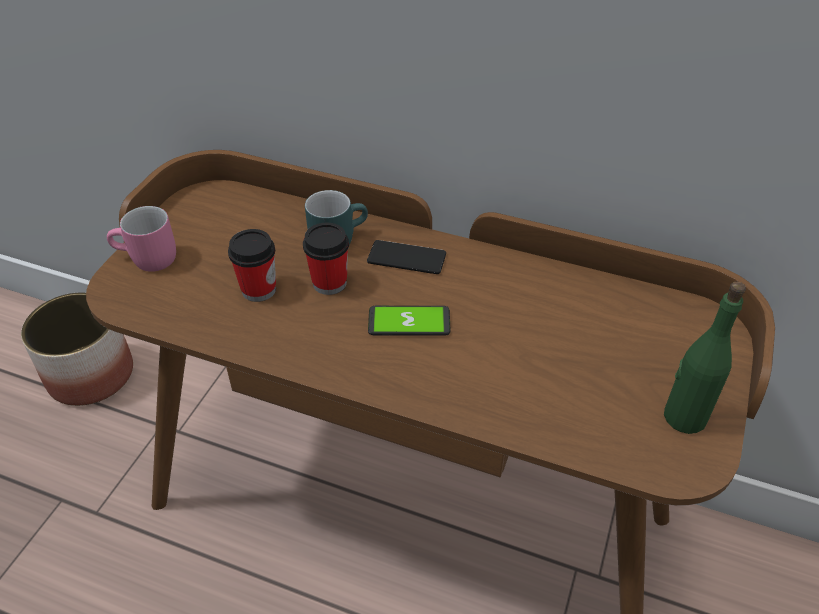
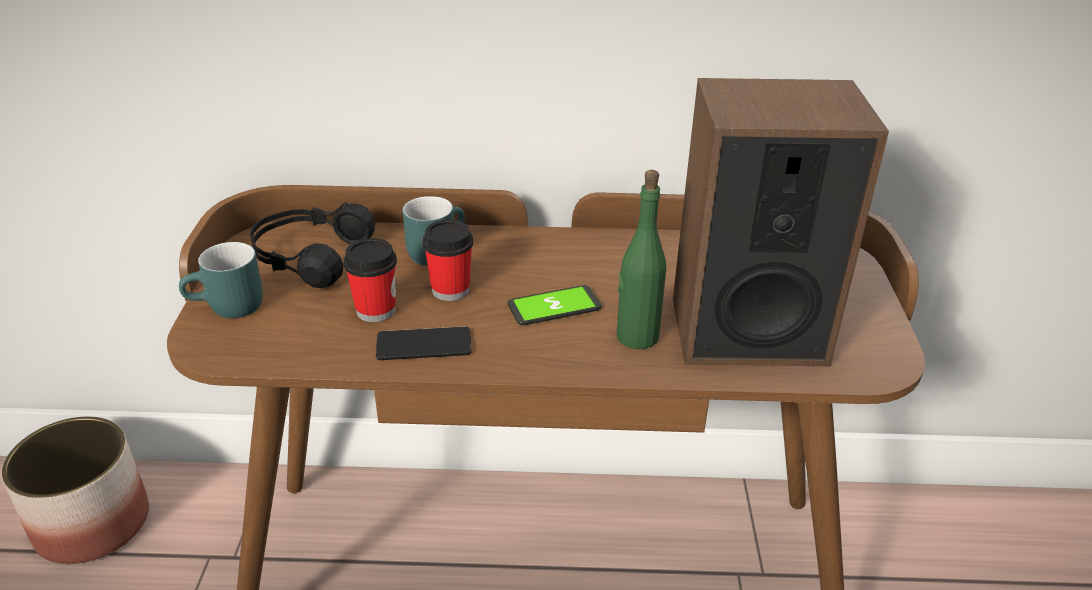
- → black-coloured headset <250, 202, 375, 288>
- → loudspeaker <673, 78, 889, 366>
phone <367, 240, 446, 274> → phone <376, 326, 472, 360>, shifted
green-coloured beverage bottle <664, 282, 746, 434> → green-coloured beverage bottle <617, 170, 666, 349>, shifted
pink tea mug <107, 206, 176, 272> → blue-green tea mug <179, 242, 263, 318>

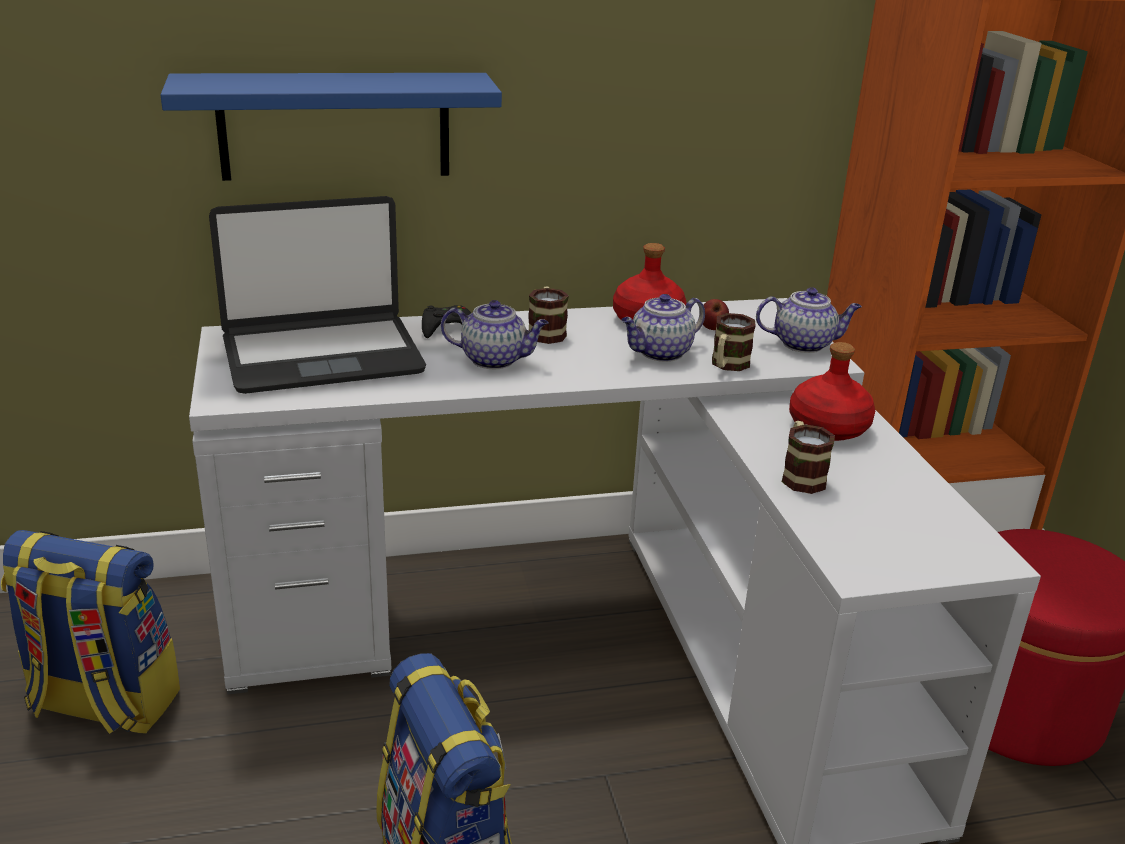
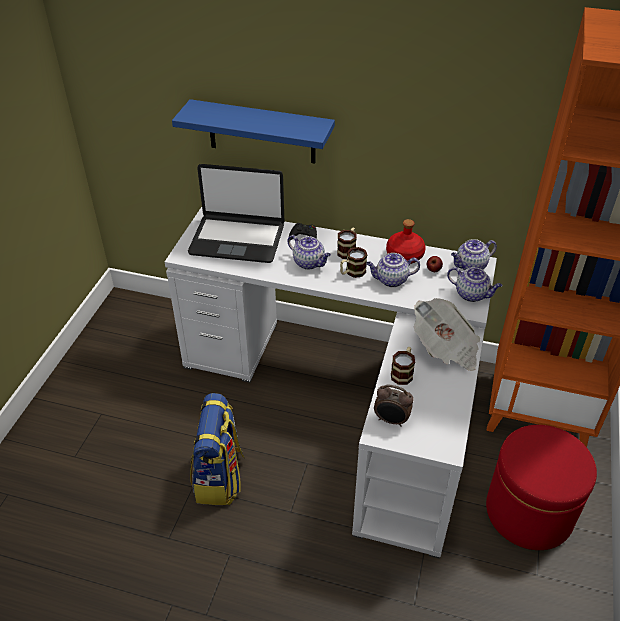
rucksack <1, 530, 180, 734> → -
- → alarm clock <374, 385, 414, 427>
- → teapot <451, 239, 497, 270>
tea mug <712, 313, 756, 371> → tea mug <340, 247, 367, 278>, shifted
red beverage bottle <789, 342, 875, 441> → newspaper <414, 298, 480, 371>

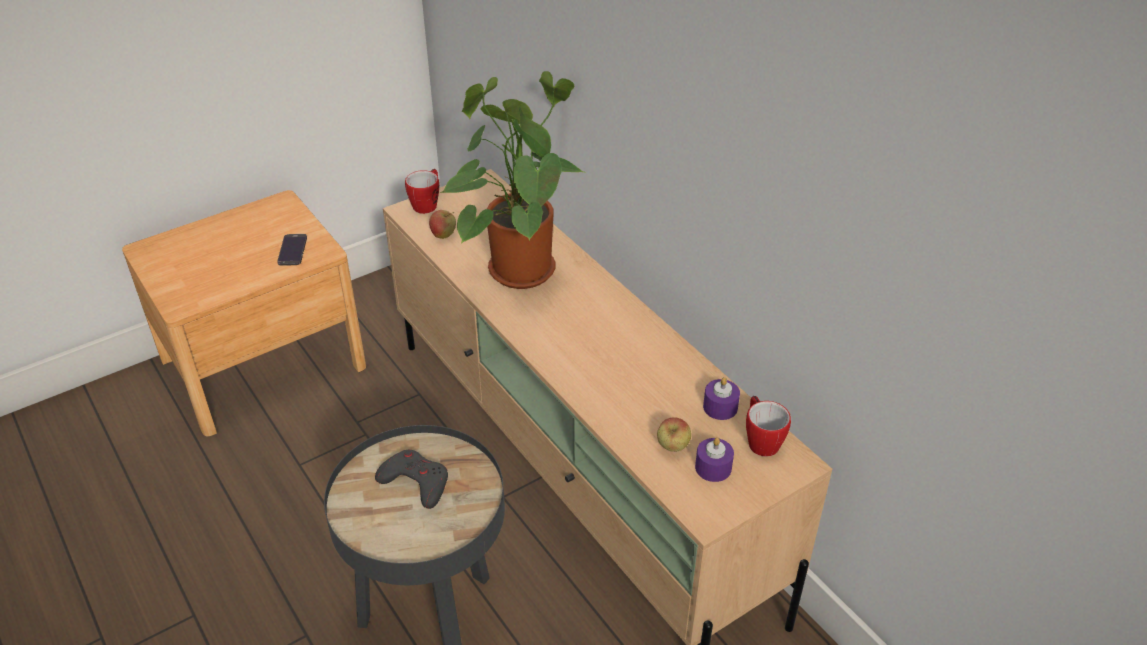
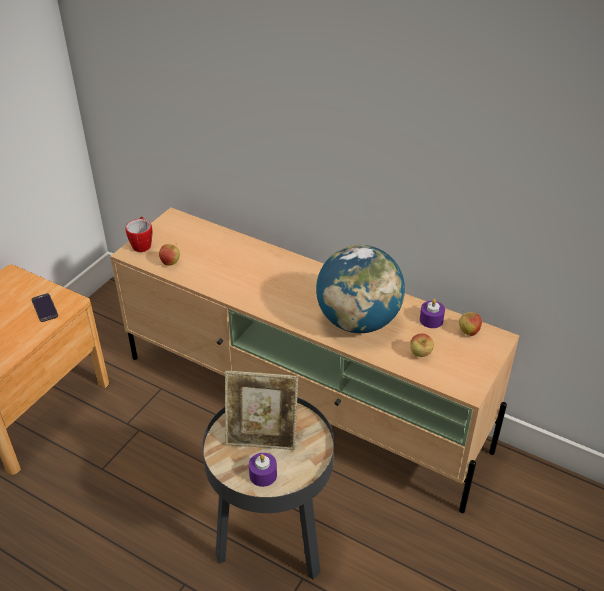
plant in a pot <440, 71, 587, 289> → -
- → globe <316, 245, 405, 333>
purple wax light <695, 437, 734, 482> → purple wax light <249, 453, 277, 487>, shifted
gray joypad <375, 450, 448, 509> → standing frame <225, 371, 298, 450>
tea mug <746, 396, 791, 457> → apple <459, 311, 482, 336>

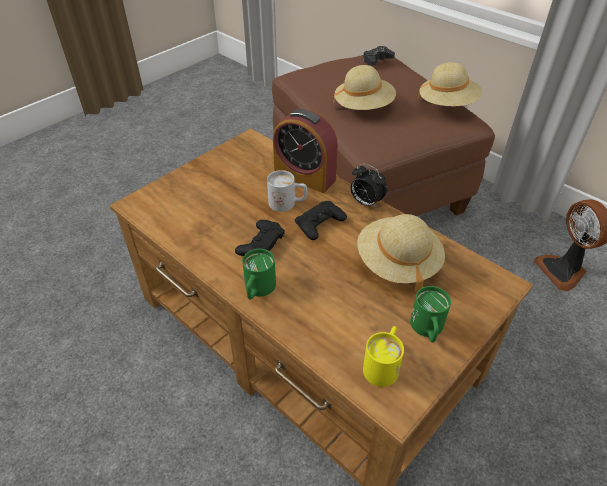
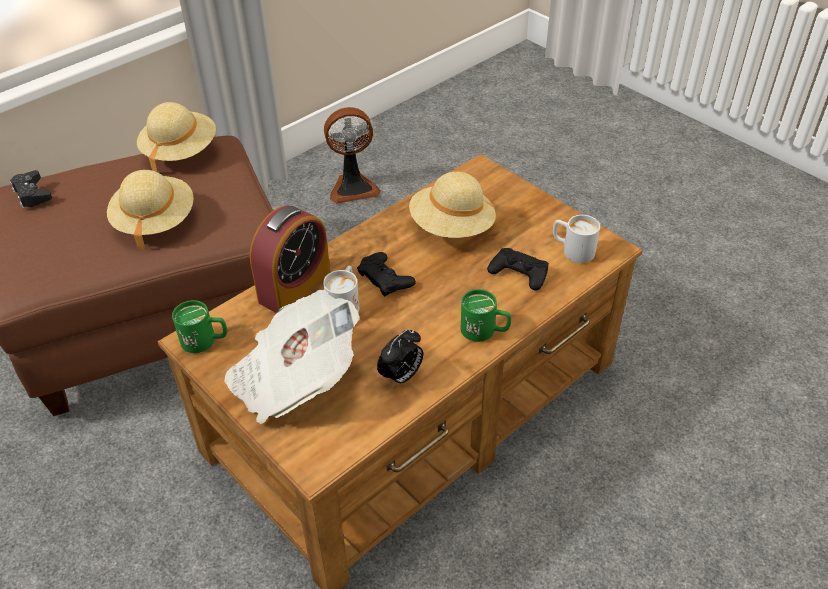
- → newspaper <224, 290, 360, 424>
black-coloured joypad <235, 220, 285, 256> → black-coloured joypad <487, 248, 549, 290>, shifted
alarm clock <351, 163, 387, 208> → alarm clock <377, 329, 423, 386>, shifted
green-coloured tea mug <410, 286, 451, 342> → green-coloured tea mug <172, 300, 227, 353>, shifted
yellowish tea mug <363, 326, 404, 387> → white-coloured tea mug <553, 215, 600, 263>

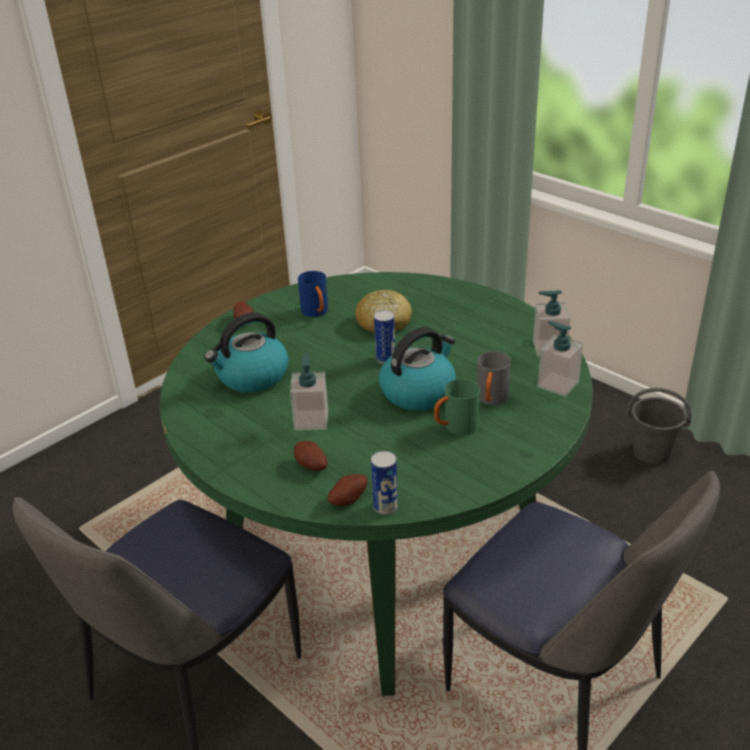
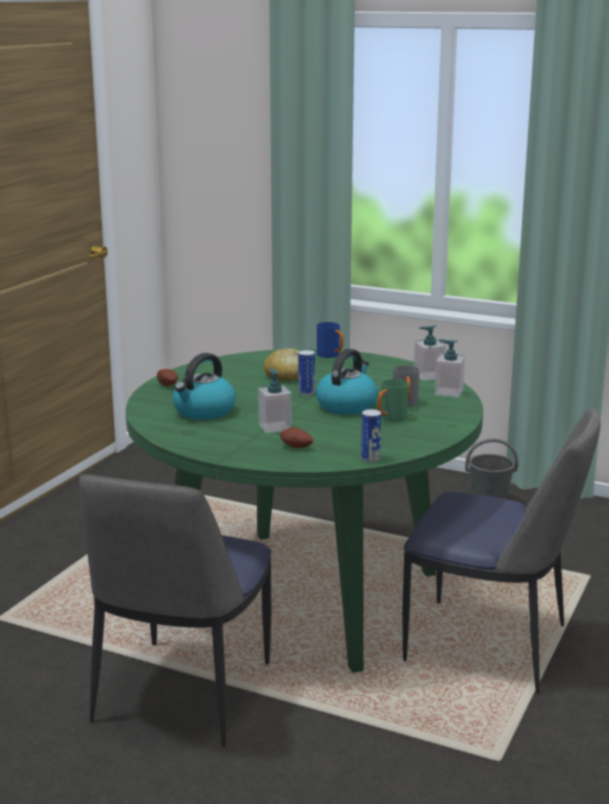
whole potato <328, 474, 368, 506> → -
blue tea mug <298, 271, 328, 317> → blue tea mug <317, 322, 343, 358>, shifted

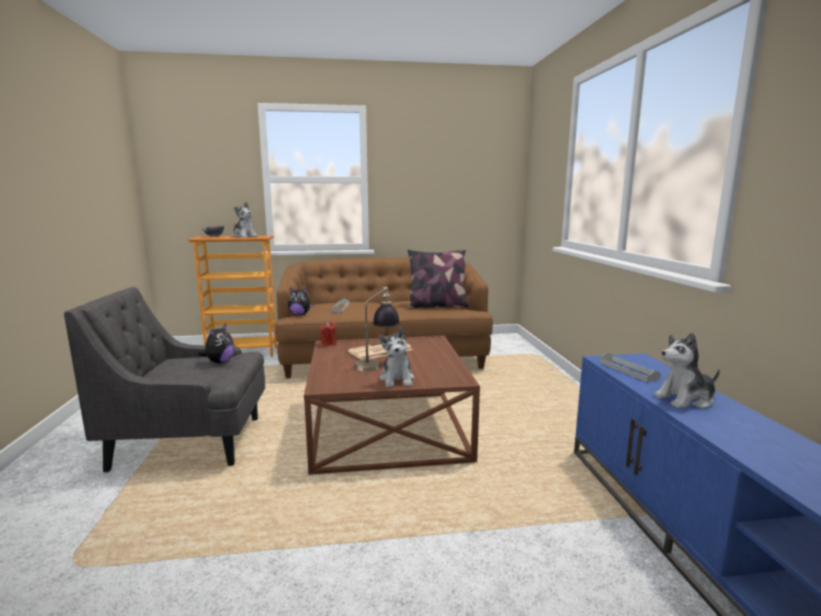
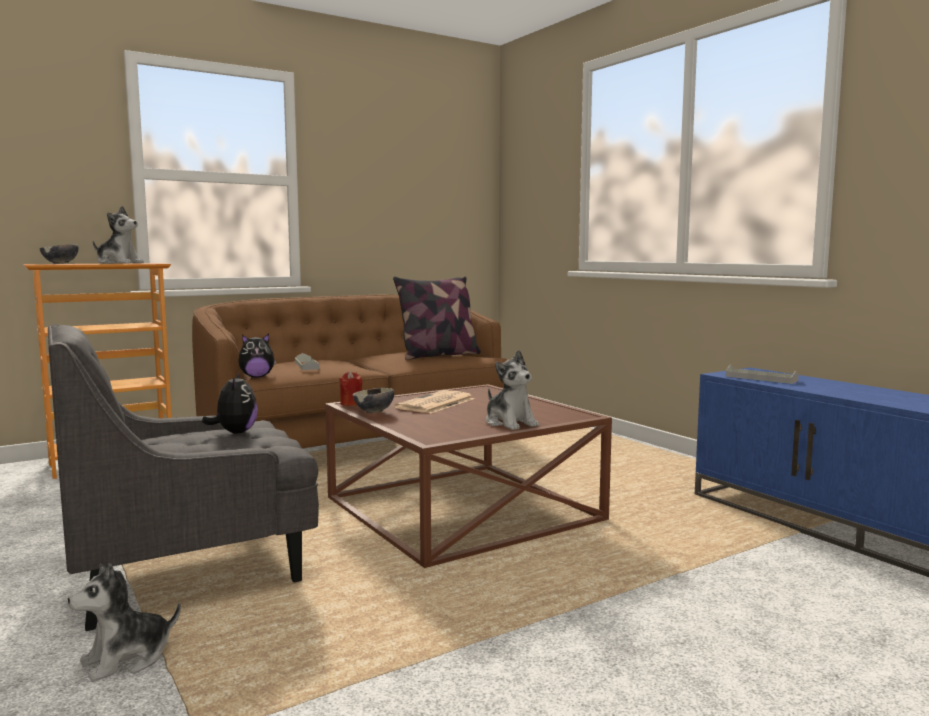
lamp for a table <354, 287, 400, 372> → -
- → deep dish <353, 388, 394, 413>
soft toy <654, 332, 720, 409> → soft toy <68, 563, 181, 682>, shifted

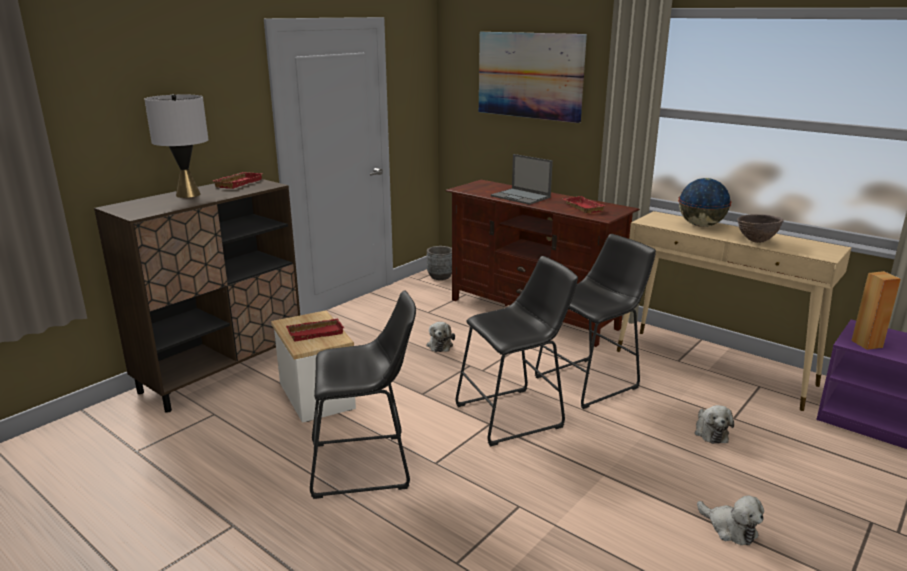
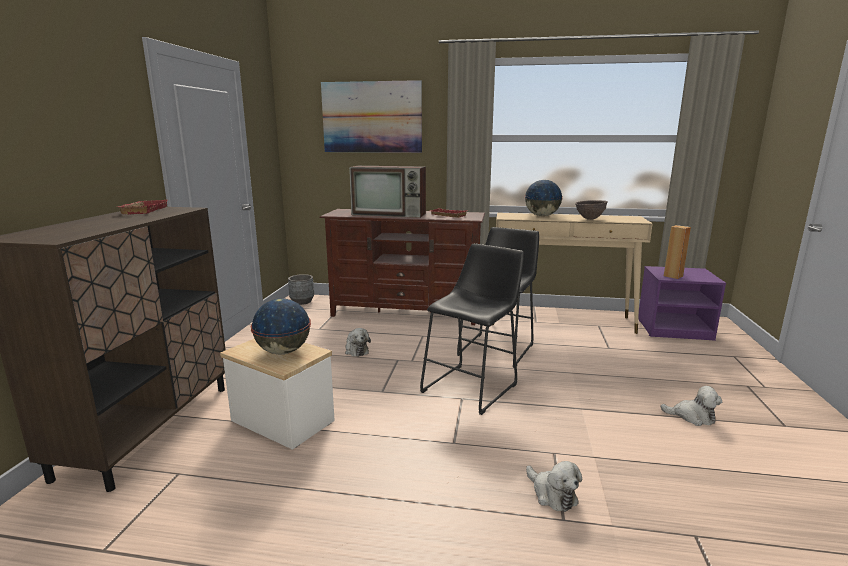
gray lamp for a table <144, 94, 209, 198> → -
black-coloured stool seat <310, 291, 416, 499> → -
soft toy <695, 405, 734, 444> → soft toy <526, 461, 582, 512>, shifted
red carrying tray <286, 319, 344, 342> → globe <251, 298, 311, 355>
laptop <491, 154, 553, 205> → television <349, 166, 426, 218>

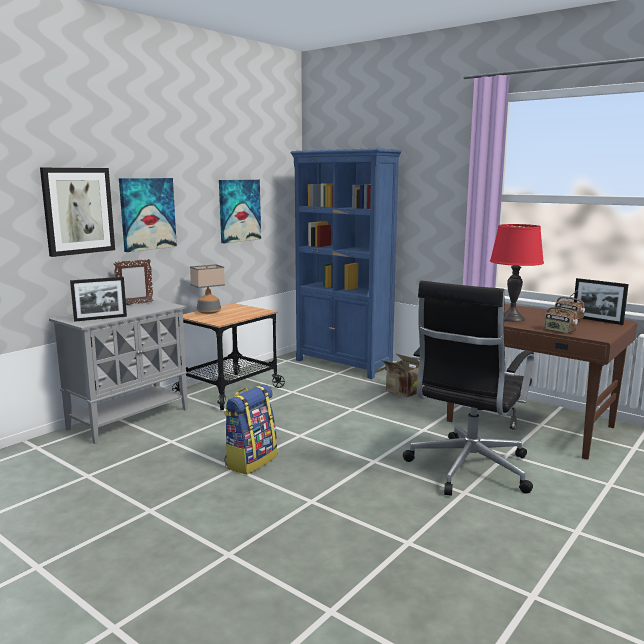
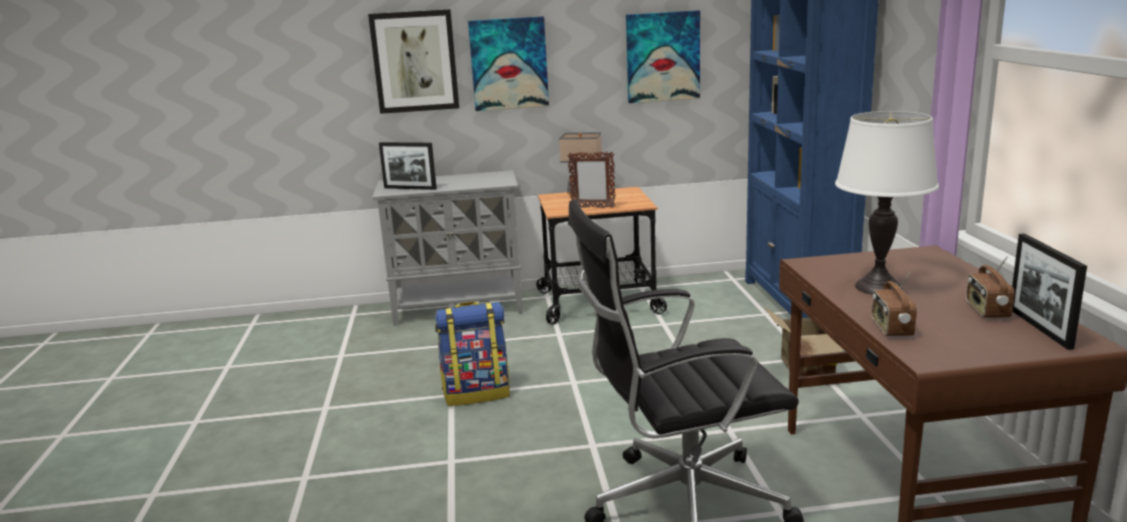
standing frame <114, 259, 154, 305> → standing frame <567, 151, 616, 208>, shifted
red lamp for a table <490, 224, 544, 322> → white-coloured lamp for a table <835, 111, 939, 295>

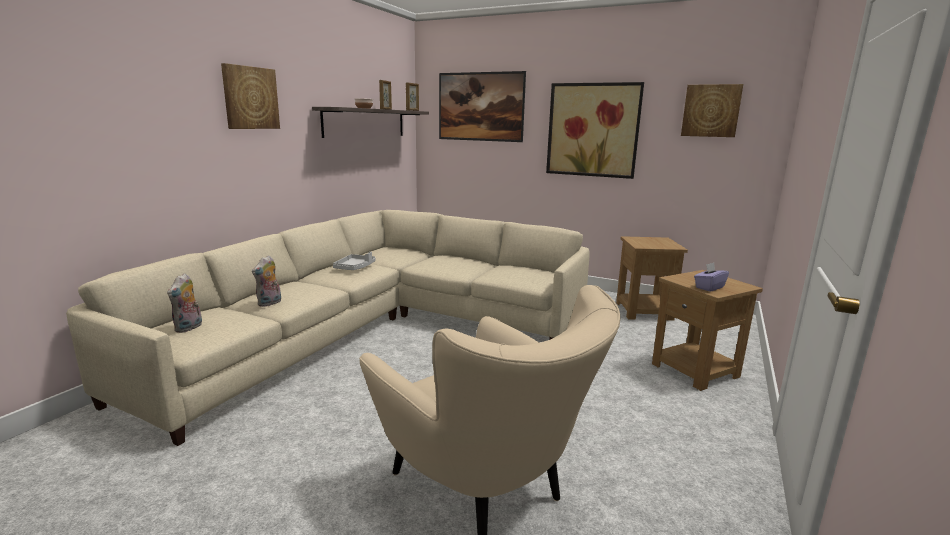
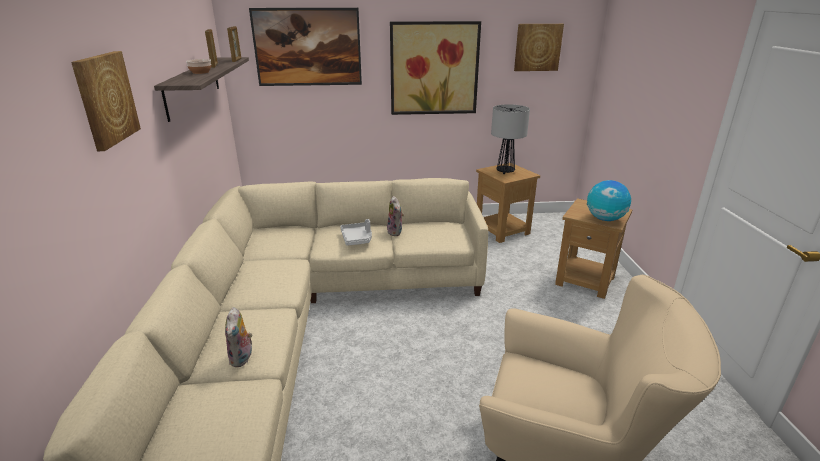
- → lamp for a table <491, 104, 530, 174>
soft toy <167, 273, 202, 333> → soft toy <387, 196, 404, 236>, shifted
gray carrying tray <333, 252, 376, 270> → gray carrying tray <340, 219, 372, 246>, shifted
purple tissue box <694, 263, 729, 292> → globe <587, 180, 631, 221>

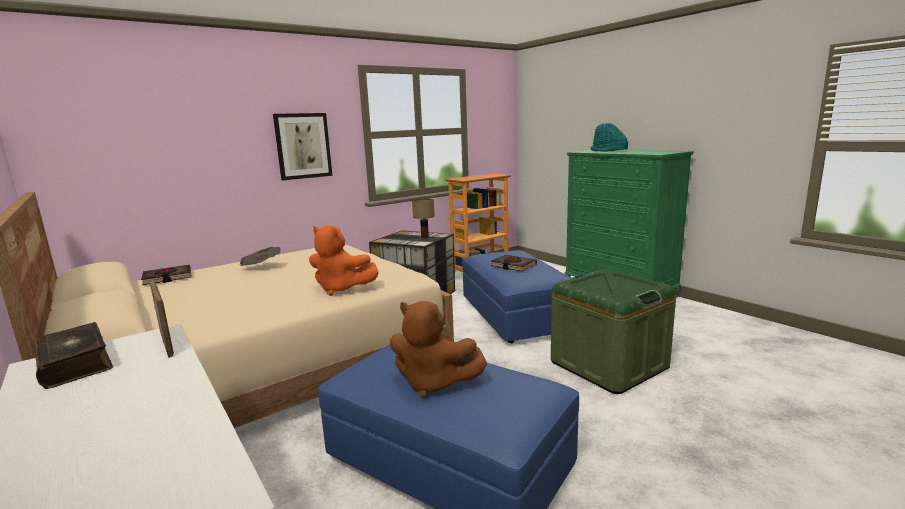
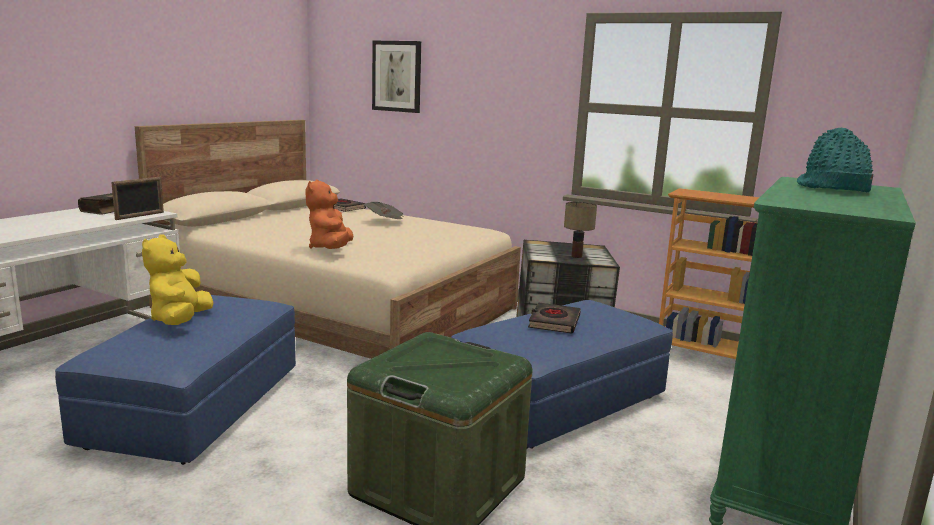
wall picture <273, 113, 332, 180> → wall picture <372, 41, 421, 113>, shifted
brownish soft toy <390, 301, 487, 398> → yellowish soft toy <142, 235, 213, 325>

